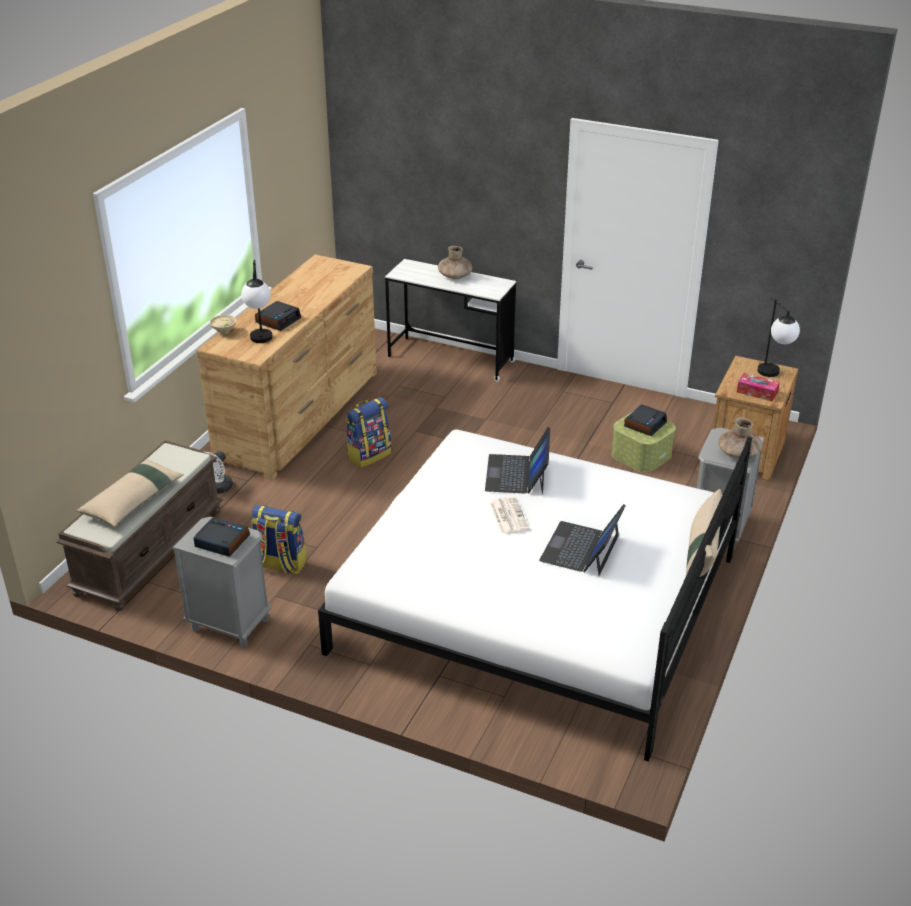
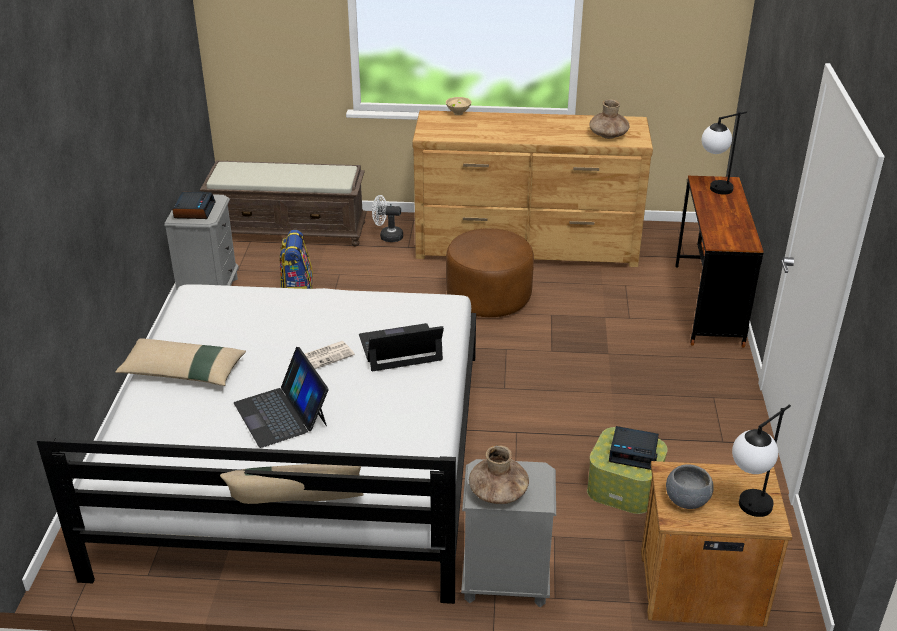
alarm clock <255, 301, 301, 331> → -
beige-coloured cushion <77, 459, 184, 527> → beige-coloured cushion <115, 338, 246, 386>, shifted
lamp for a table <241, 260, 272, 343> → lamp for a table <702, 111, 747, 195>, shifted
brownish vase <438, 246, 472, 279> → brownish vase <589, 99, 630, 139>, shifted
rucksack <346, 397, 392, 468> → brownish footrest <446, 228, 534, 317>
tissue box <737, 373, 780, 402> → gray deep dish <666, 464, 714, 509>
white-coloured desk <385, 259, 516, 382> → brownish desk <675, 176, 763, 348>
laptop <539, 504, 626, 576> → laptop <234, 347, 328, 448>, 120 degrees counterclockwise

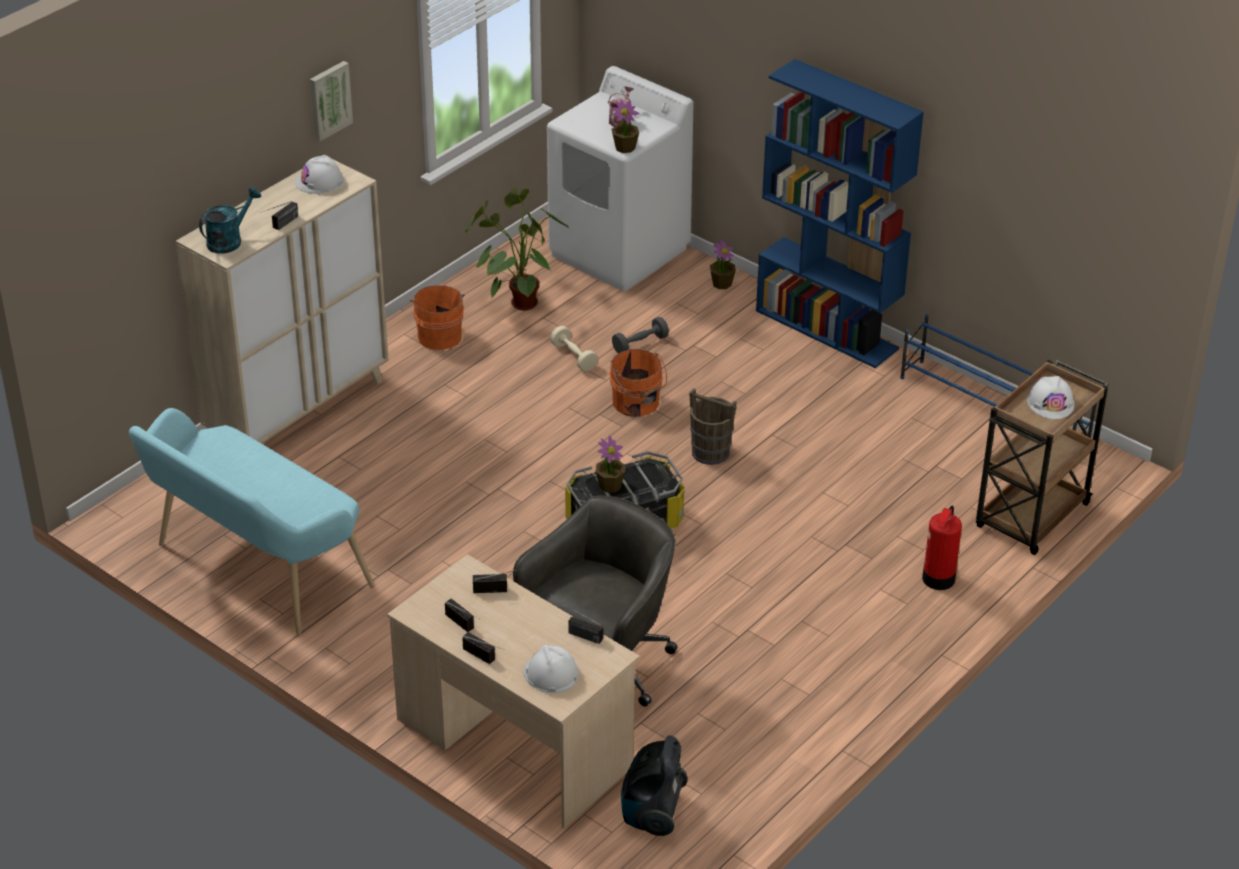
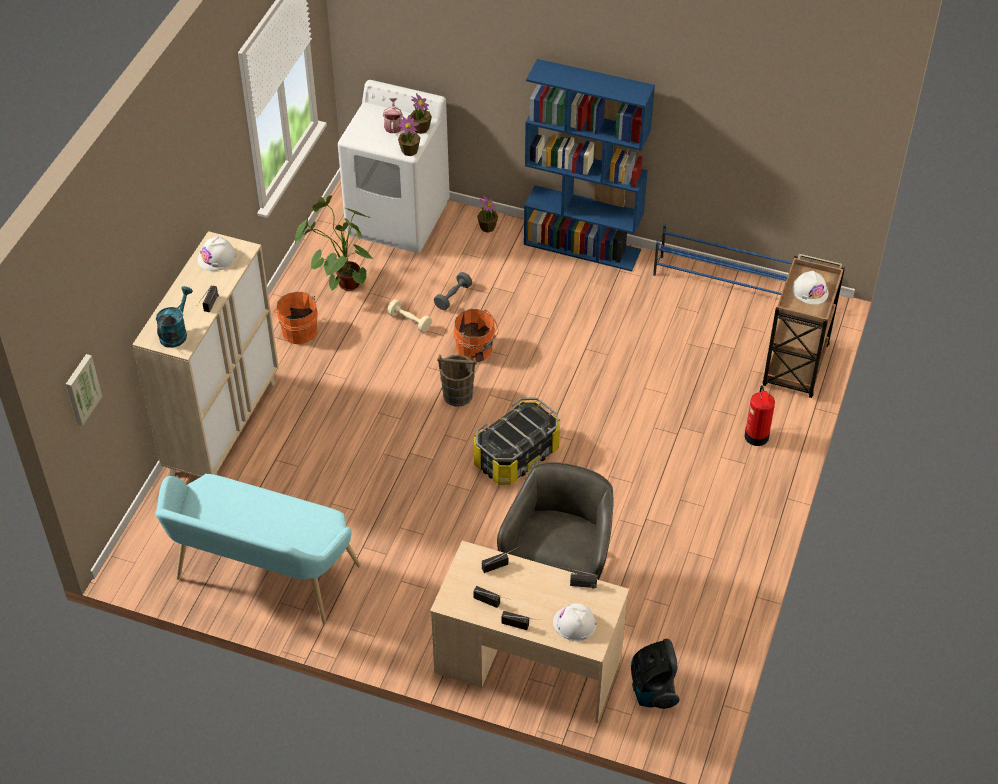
wall picture <310, 61, 353, 141> → wall picture <66, 354, 103, 426>, shifted
plant in a pot <596, 436, 626, 493> → plant in a pot <410, 93, 432, 134>, shifted
brownish bucket <689, 388, 737, 465> → brownish bucket <437, 355, 477, 407>, shifted

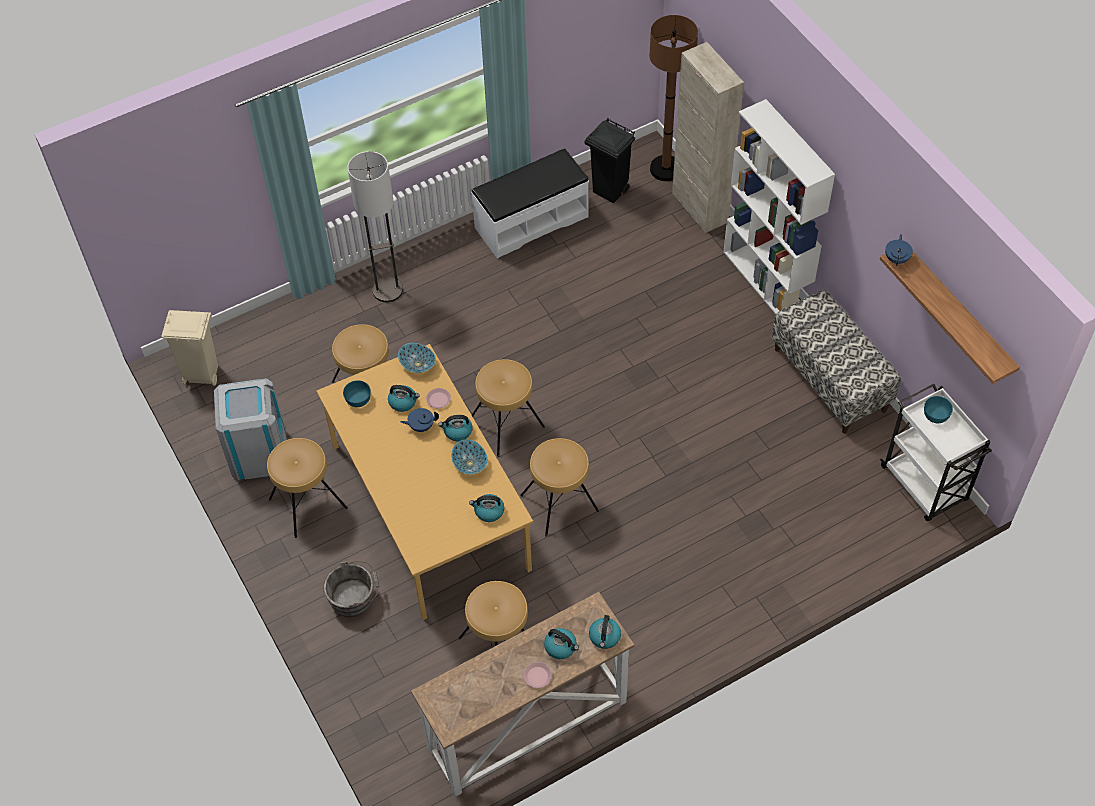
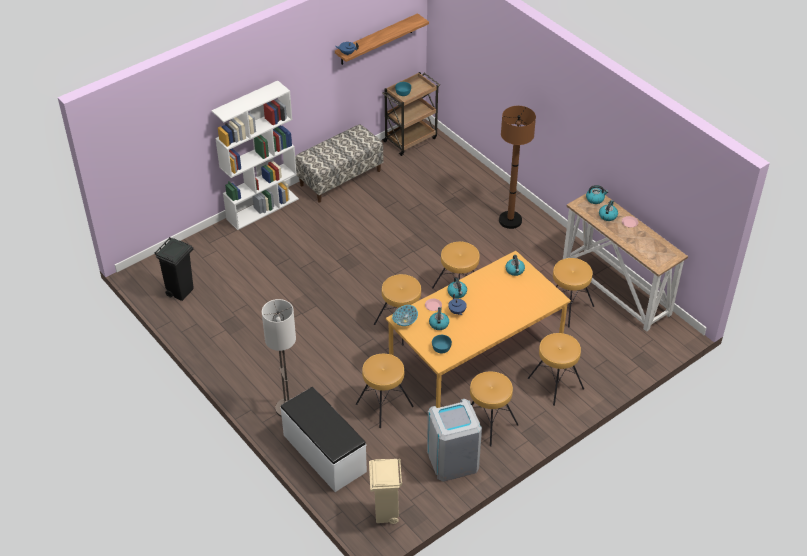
deep dish <451, 439, 488, 474> → -
beige-coloured cabinet <672, 42, 744, 233> → -
white-coloured bench <471, 148, 589, 258> → white-coloured bench <281, 387, 367, 492>, shifted
brownish floor lamp <649, 15, 698, 181> → brownish floor lamp <499, 106, 536, 229>, shifted
gray bucket <323, 561, 379, 617> → brownish stool seat <528, 333, 584, 406>
white-coloured wheeled cart <880, 384, 992, 521> → brownish wheeled cart <382, 72, 440, 156>

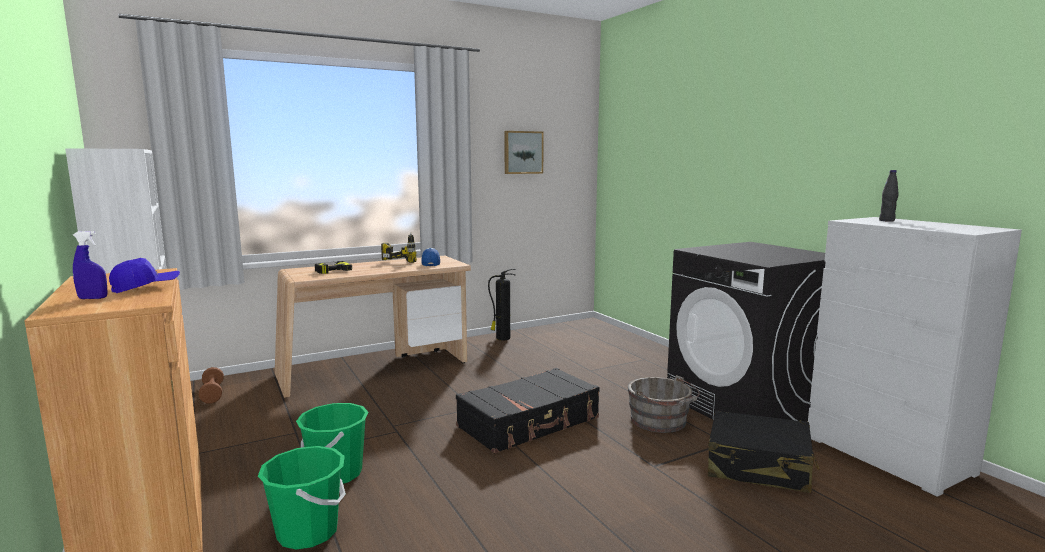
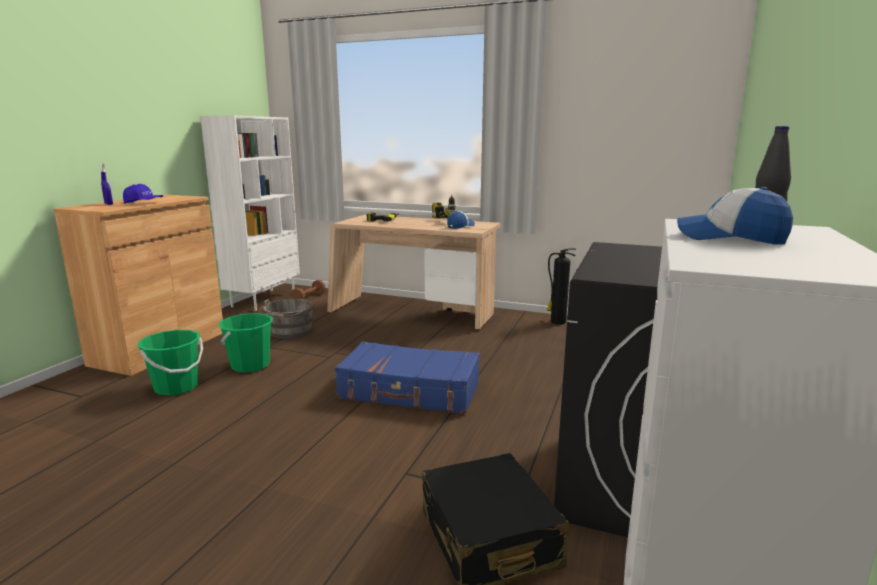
wall picture <504, 131, 544, 174> → -
- → peaked cap <677, 187, 793, 245>
gray bucket <628, 375, 700, 433> → gray bucket <258, 299, 314, 339>, shifted
black-coloured suitcase <456, 368, 600, 453> → blue suitcase <335, 341, 480, 414>

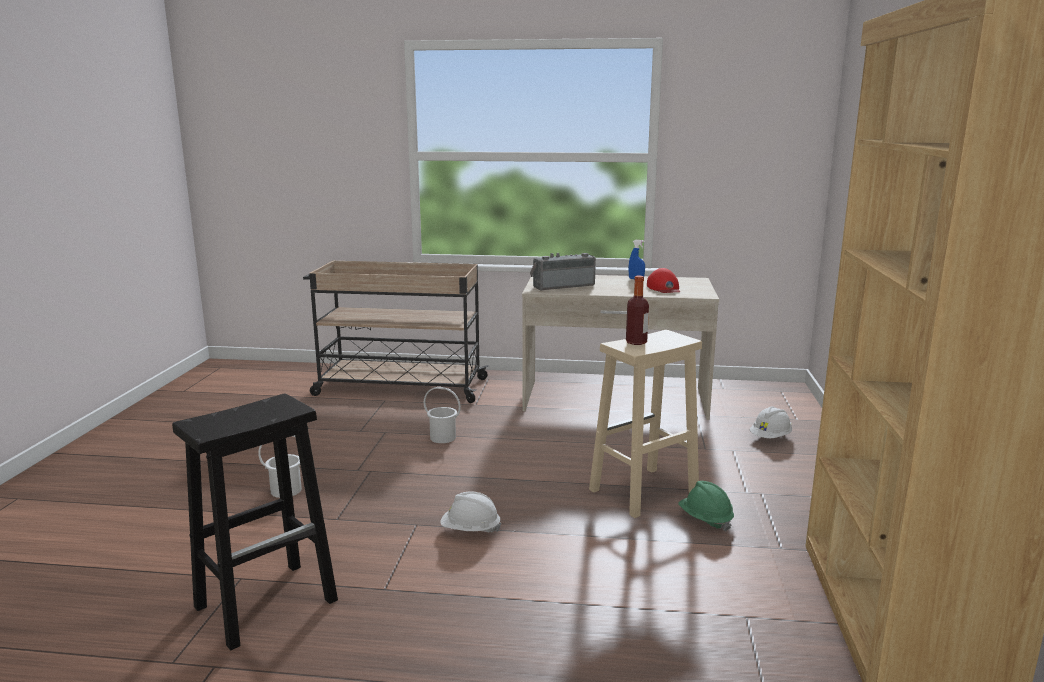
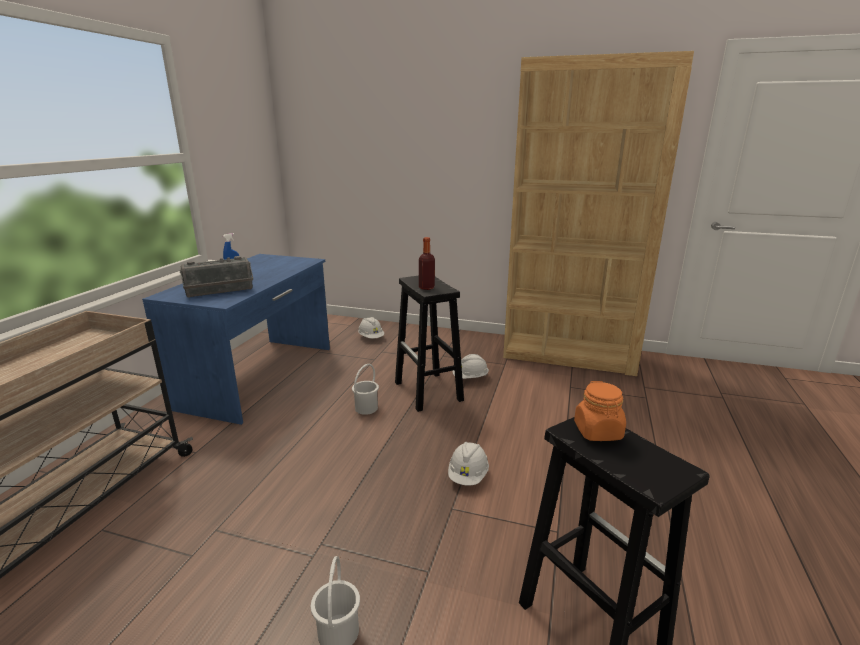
red peaked cap <647, 268, 680, 293> → -
- → orange storage jar <574, 381, 626, 441>
white-coloured bucket <424, 387, 461, 443> → white-coloured bucket <352, 364, 379, 415>, shifted
beige-coloured desk <522, 275, 719, 420> → blue desk <142, 254, 330, 425>
beige-coloured stool seat <589, 330, 702, 518> → black-coloured stool seat <395, 276, 464, 412>
green-coloured work helmet <678, 481, 734, 531> → white-coloured work helmet <453, 354, 489, 379>
radio receiver <530, 253, 596, 291> → radio receiver <180, 256, 253, 298>, 105 degrees counterclockwise

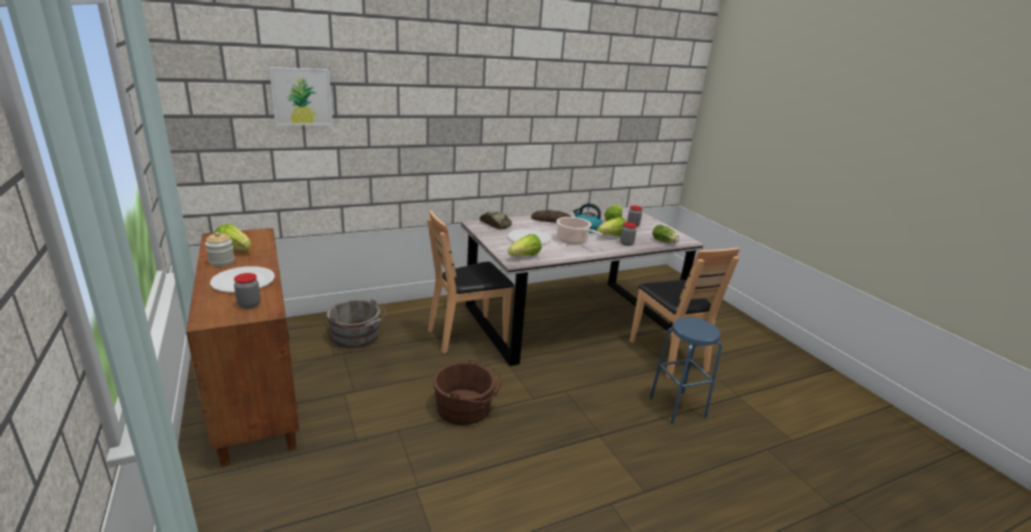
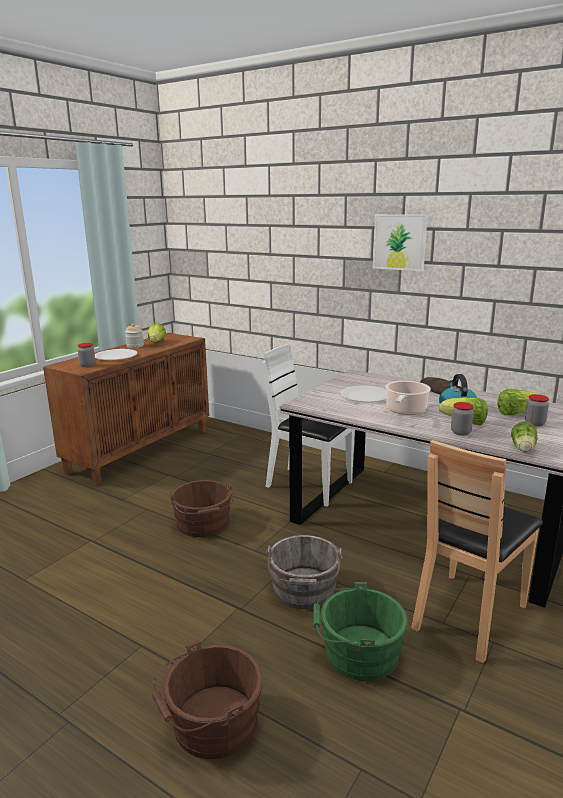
bread <480, 212, 512, 230> → -
head of lettuce <508, 234, 541, 256> → -
- → brownish bucket <152, 641, 263, 759>
wall picture <269, 67, 333, 126> → wall picture <373, 214, 428, 271>, shifted
gray bucket <327, 298, 386, 348> → gray bucket <266, 535, 343, 609>, shifted
blue stool seat <649, 317, 722, 424> → green-coloured bucket <313, 582, 408, 681>
brownish upright chair <427, 210, 514, 353> → white-coloured upright chair <262, 344, 354, 506>

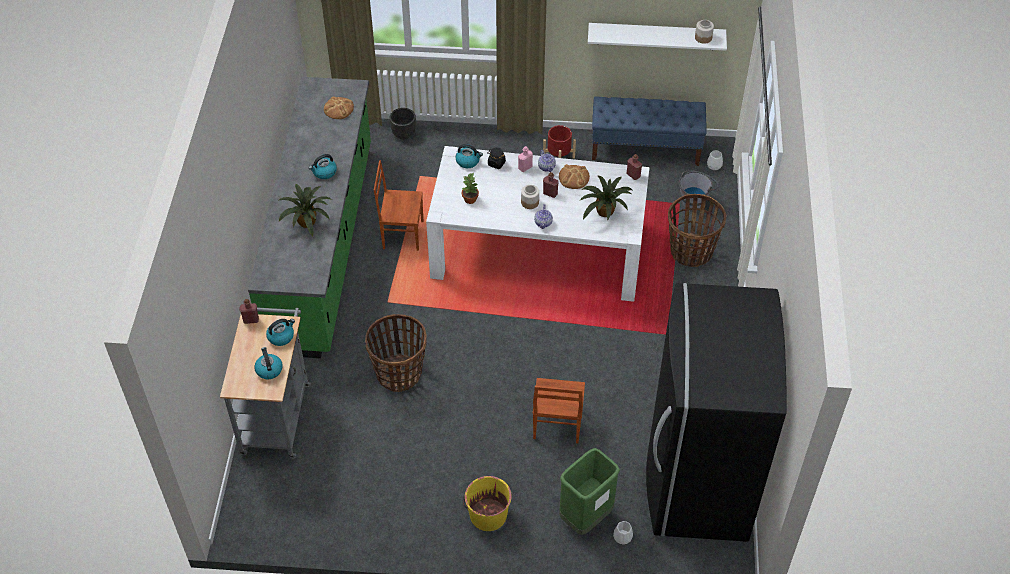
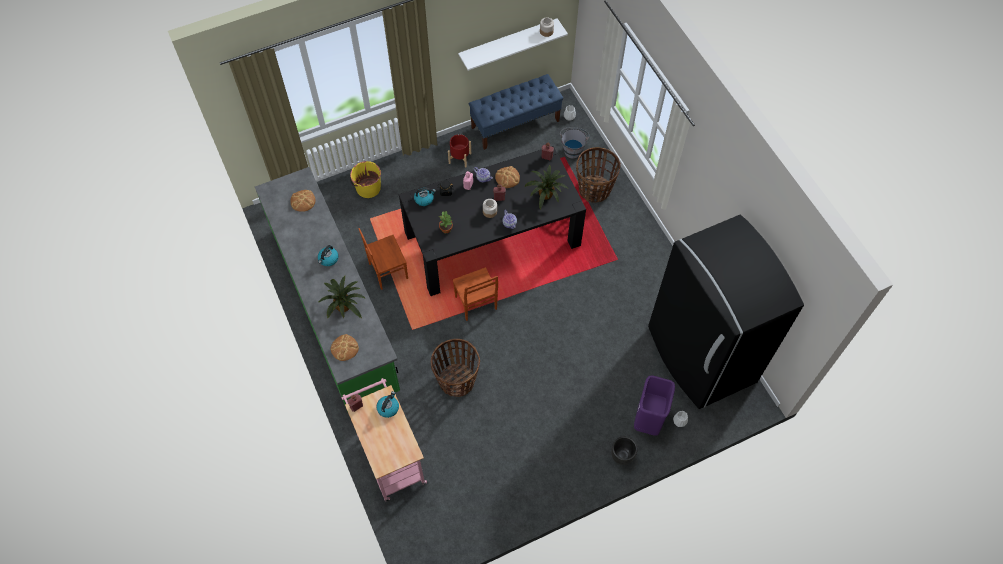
water kettle <254, 347, 283, 379> → -
- → bread <331, 334, 359, 361>
black-coloured flower pot <390, 108, 416, 140> → black-coloured flower pot <611, 437, 637, 465>, shifted
yellowish bucket <463, 476, 512, 531> → yellowish bucket <350, 161, 381, 198>, shifted
brownish upright chair <533, 378, 585, 443> → brownish upright chair <453, 267, 498, 321>, shifted
gray wheeled cart <220, 307, 311, 458> → pink wheeled cart <341, 378, 427, 501>
white-coloured dinner table <426, 146, 649, 302> → black-coloured dinner table <399, 146, 586, 296>
green-coloured trash can <559, 448, 620, 535> → purple trash can <634, 375, 675, 436>

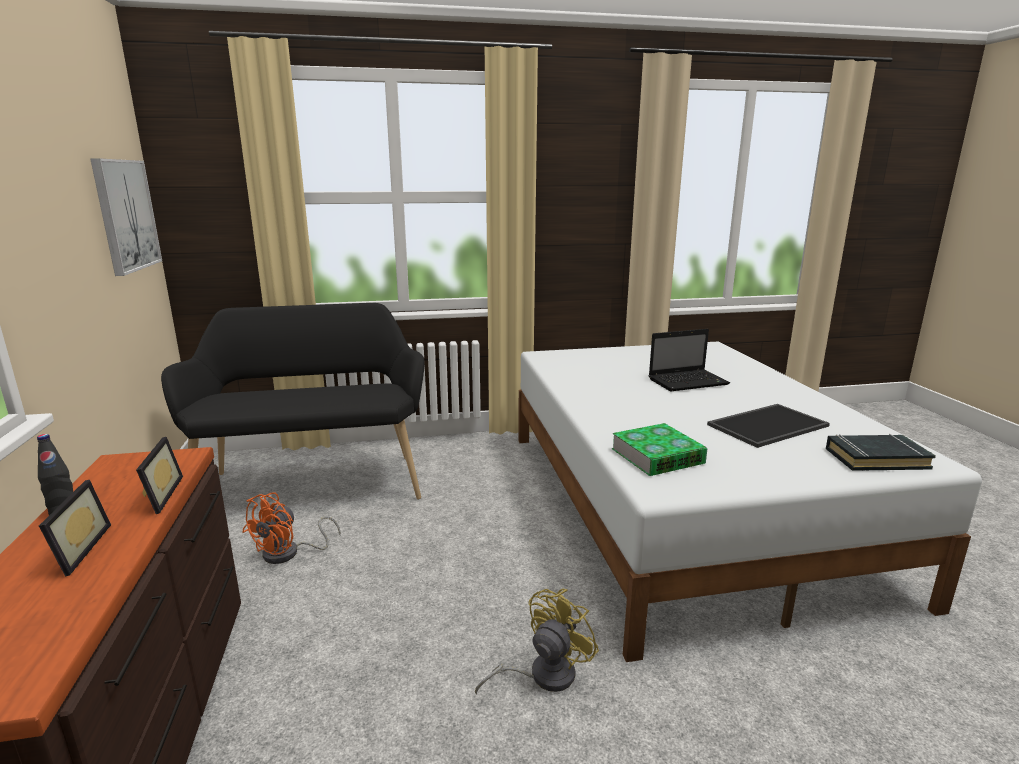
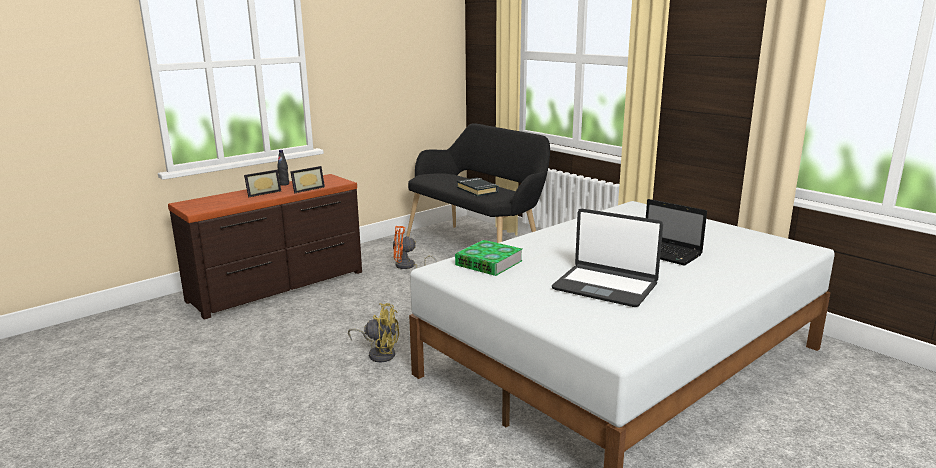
wall picture <90, 158, 162, 276> → -
black-coloured volume <826, 434, 936, 471> → black-coloured volume <457, 178, 499, 196>, shifted
carrying tray <707, 404, 830, 448> → laptop <552, 209, 663, 307>

